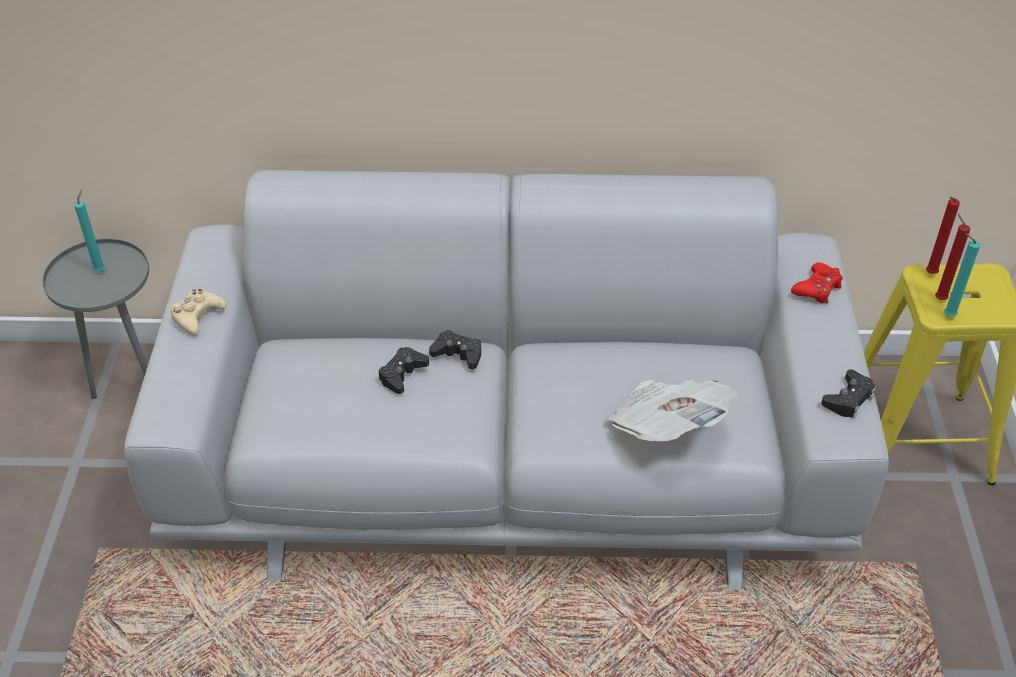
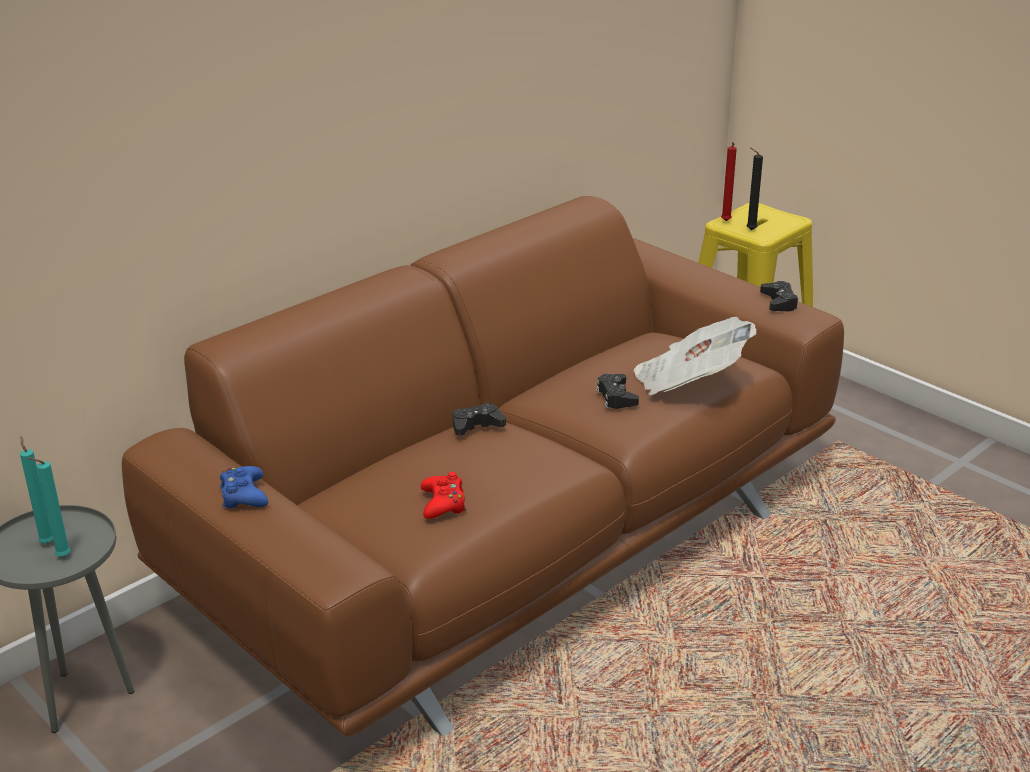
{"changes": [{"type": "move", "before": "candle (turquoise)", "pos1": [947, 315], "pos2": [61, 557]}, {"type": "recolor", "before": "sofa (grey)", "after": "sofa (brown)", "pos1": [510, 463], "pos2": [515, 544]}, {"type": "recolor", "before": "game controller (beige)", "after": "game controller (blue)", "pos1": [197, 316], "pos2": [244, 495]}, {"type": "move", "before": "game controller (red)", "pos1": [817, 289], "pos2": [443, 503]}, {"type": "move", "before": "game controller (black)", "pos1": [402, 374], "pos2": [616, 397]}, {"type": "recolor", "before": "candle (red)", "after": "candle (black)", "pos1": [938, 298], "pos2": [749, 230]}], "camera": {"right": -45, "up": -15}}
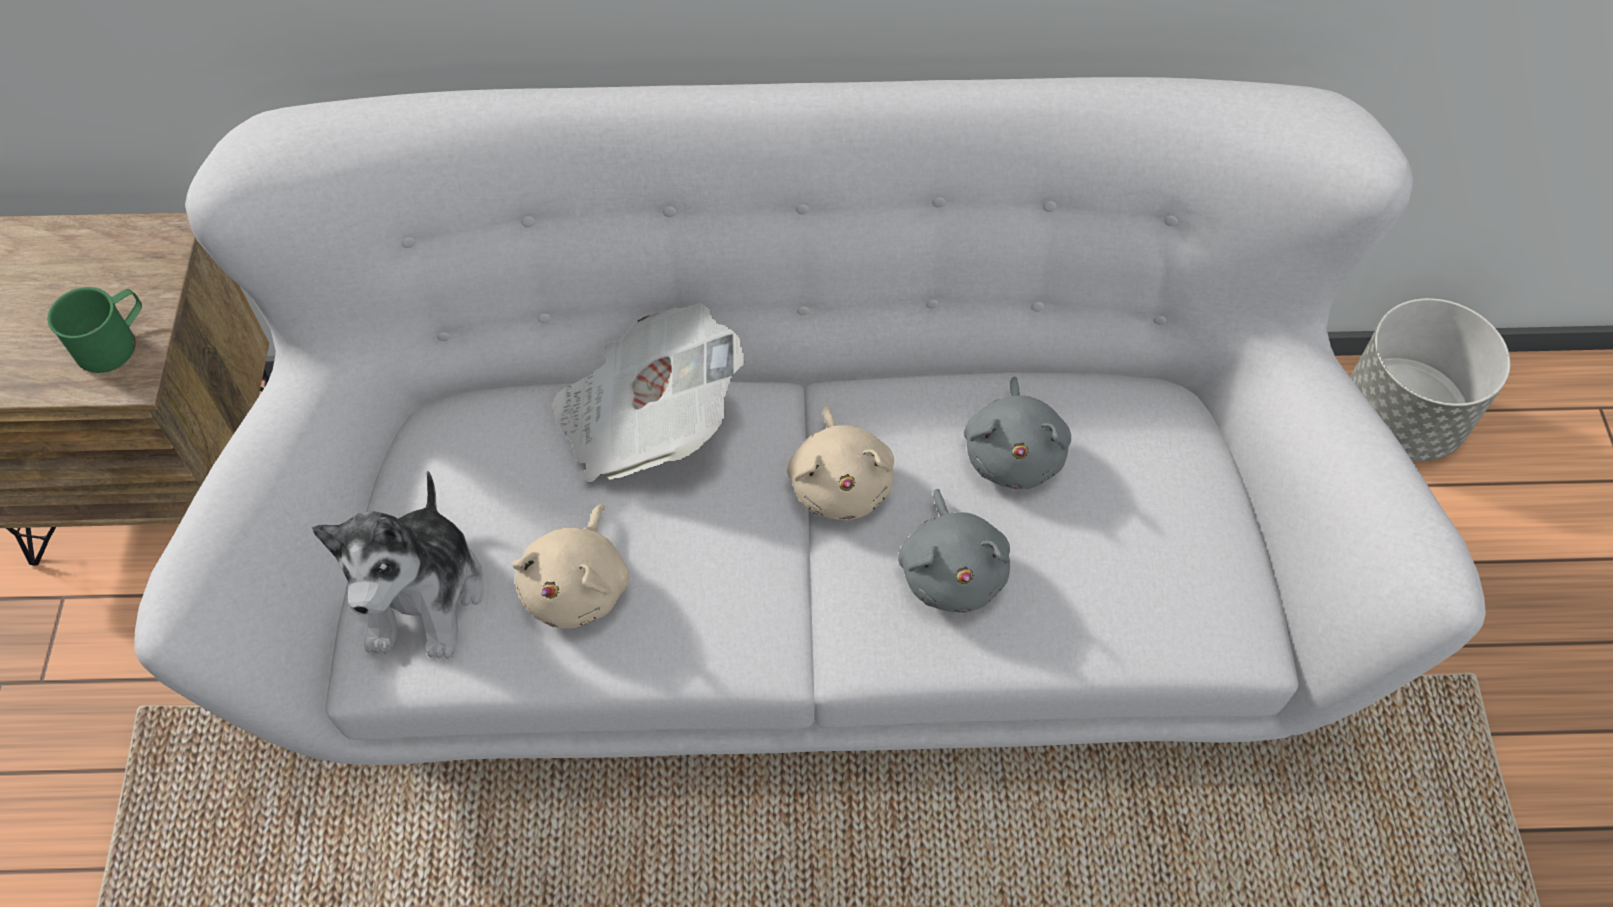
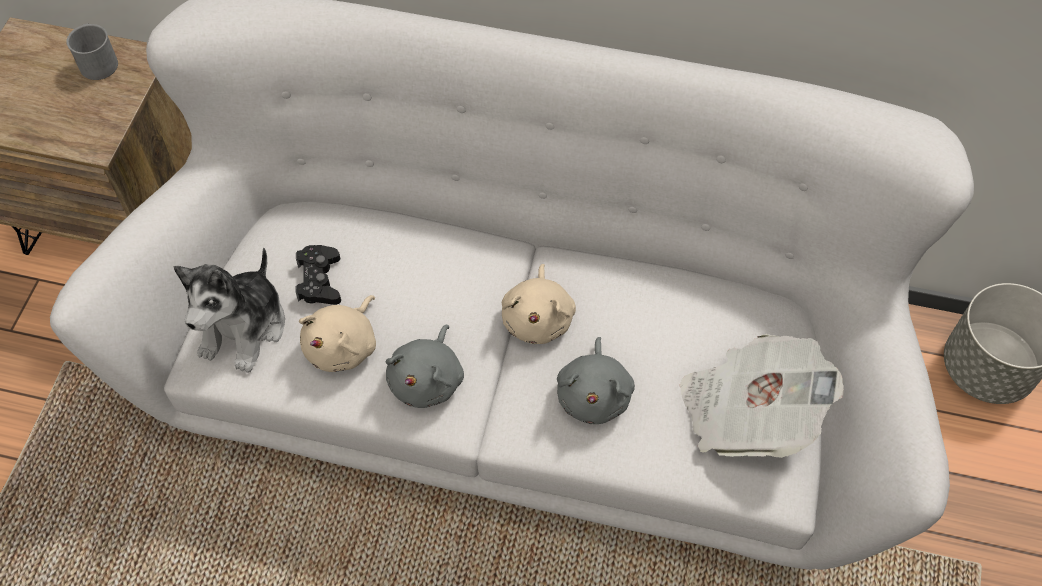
{"changes": [{"type": "insert", "after": "mug (grey)", "pos2": [98, 61]}, {"type": "insert", "after": "game controller (black)", "pos2": [319, 280]}, {"type": "move", "before": "plush toy (grey)", "pos1": [1014, 453], "pos2": [428, 379]}, {"type": "move", "before": "newspaper", "pos1": [647, 421], "pos2": [749, 412]}, {"type": "delete", "before": "mug (green)", "pos1": [114, 342]}], "camera": {"right": 15, "up": 0}}
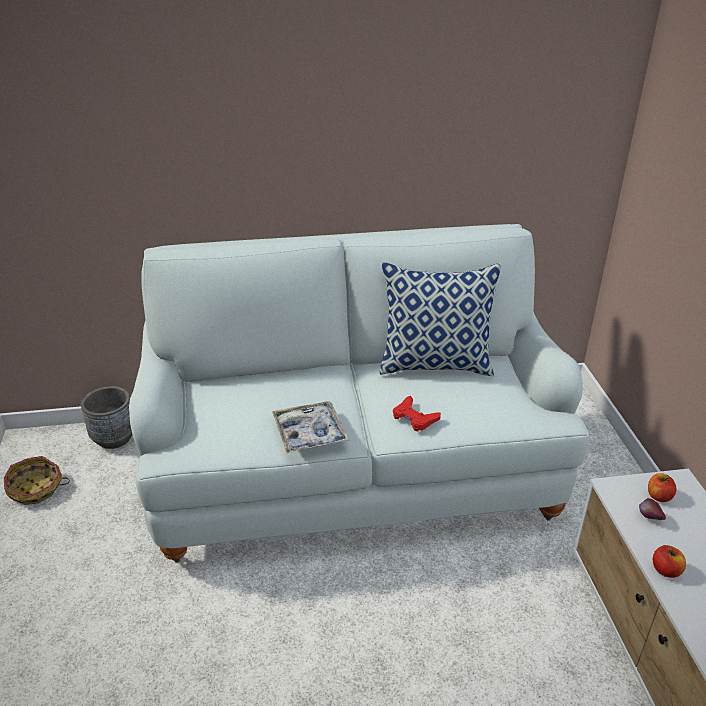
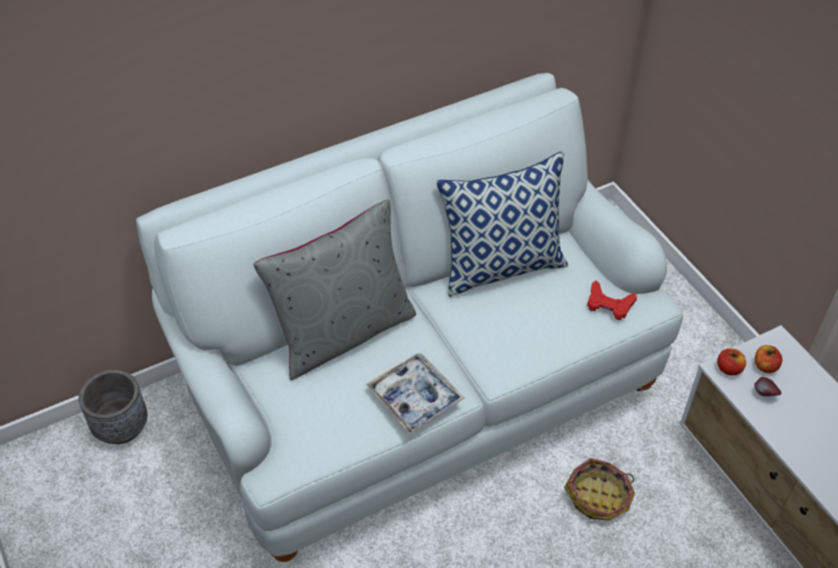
{"changes": [{"type": "insert", "after": "pillow (grey)", "pos2": [343, 332]}, {"type": "move", "before": "basket", "pos1": [36, 489], "pos2": [599, 497]}, {"type": "move", "before": "game controller (red)", "pos1": [414, 418], "pos2": [609, 304]}, {"type": "move", "before": "apple", "pos1": [666, 570], "pos2": [729, 369]}], "camera": {"right": -20, "up": 15}}
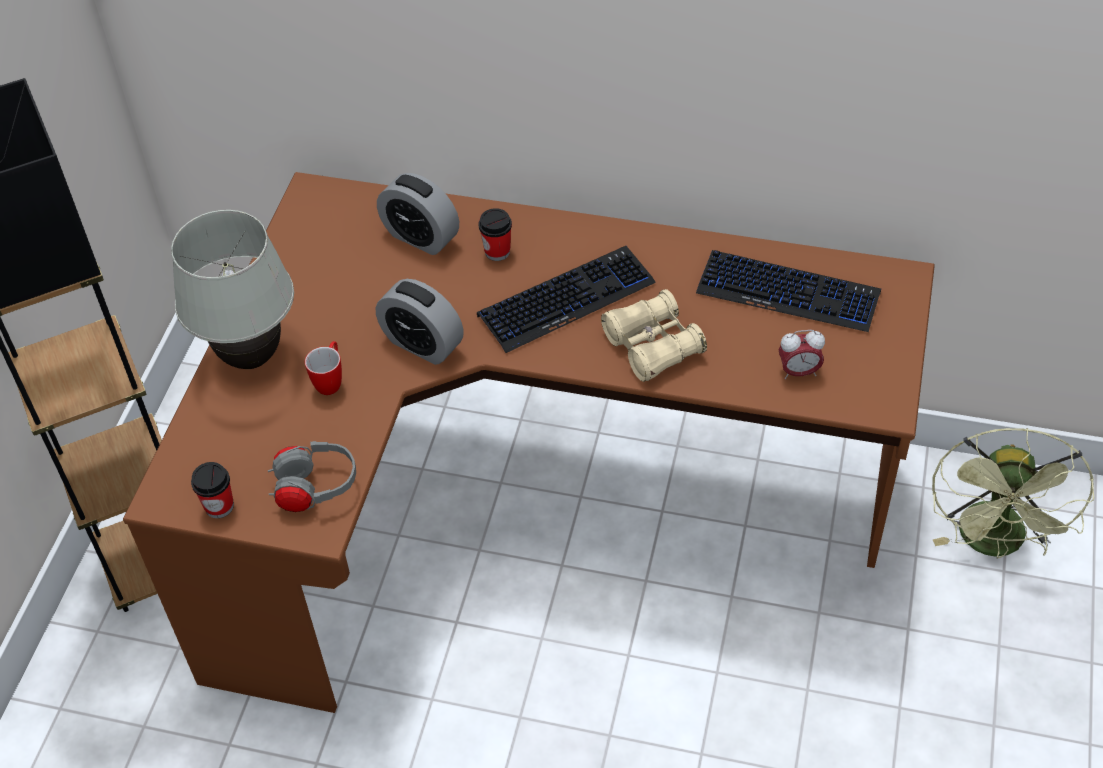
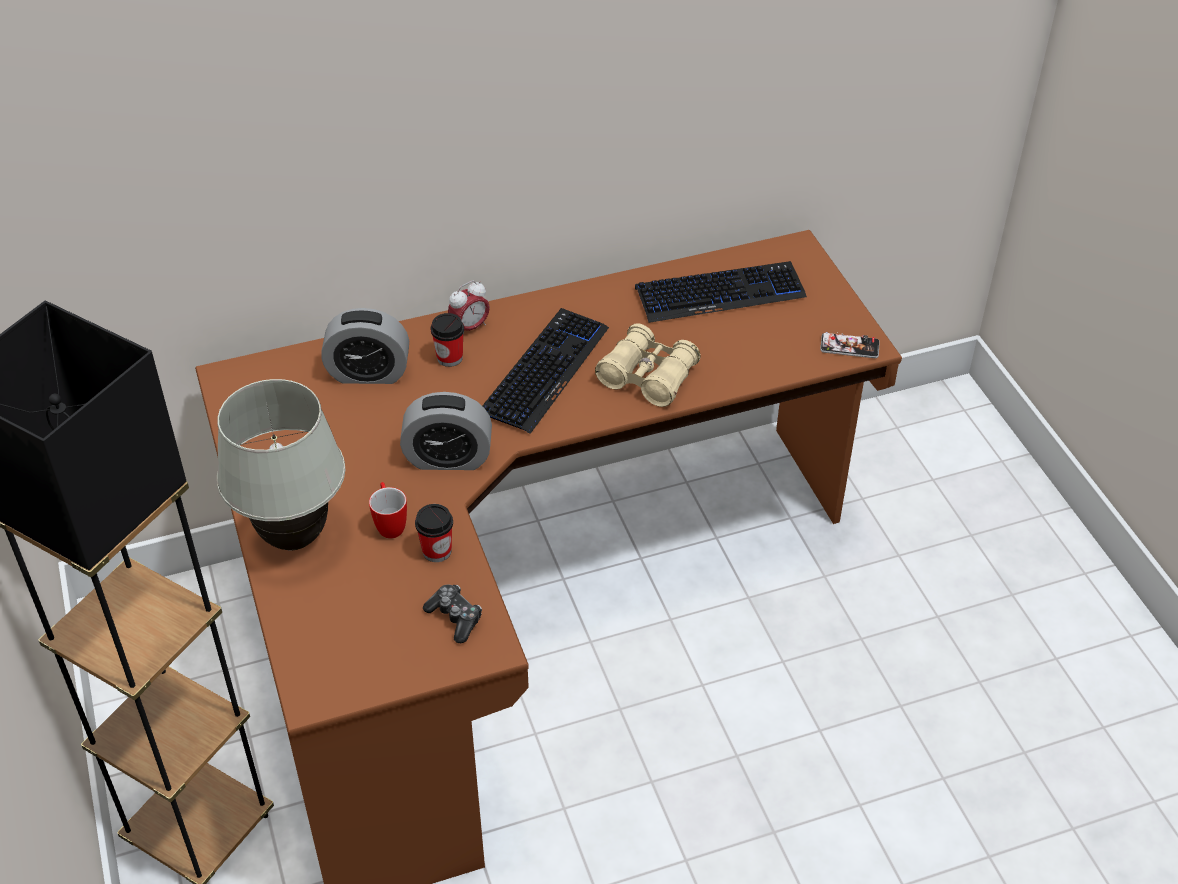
{"changes": [{"type": "move", "before": "cup", "pos1": [219, 506], "pos2": [437, 551]}, {"type": "replace", "before": "headphones (grey)", "after": "game controller", "pos1": [315, 489], "pos2": [455, 618]}, {"type": "move", "before": "alarm clock", "pos1": [798, 372], "pos2": [470, 327]}, {"type": "insert", "after": "phone", "pos2": [849, 346]}, {"type": "delete", "before": "fan (green)", "pos1": [995, 544]}], "camera": {"right": -35, "up": -5}}
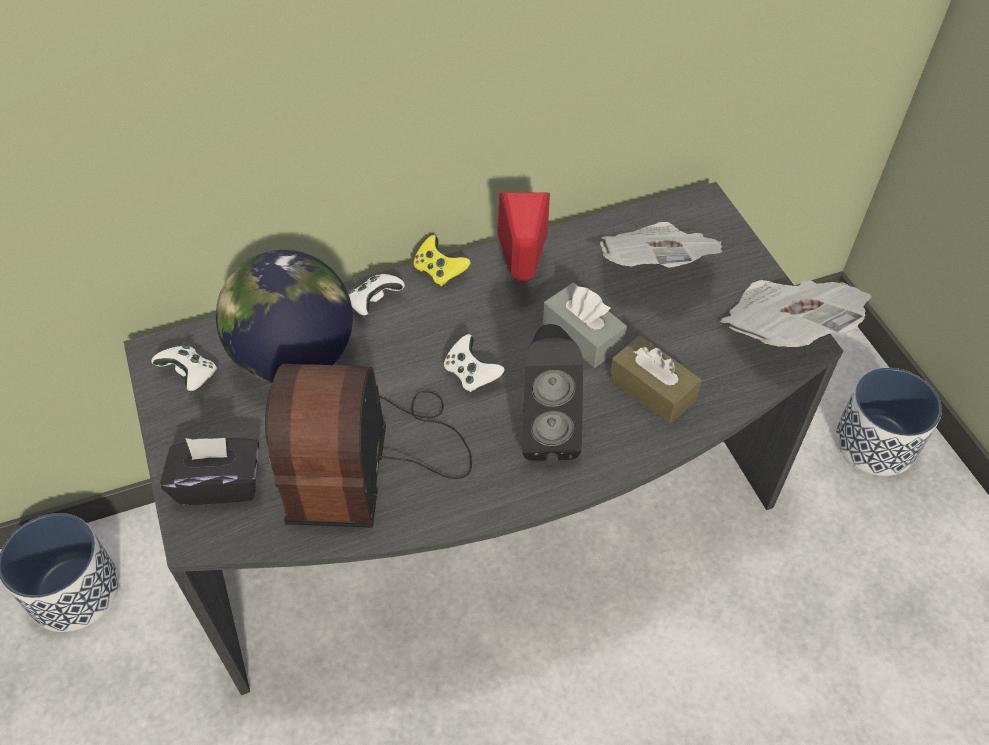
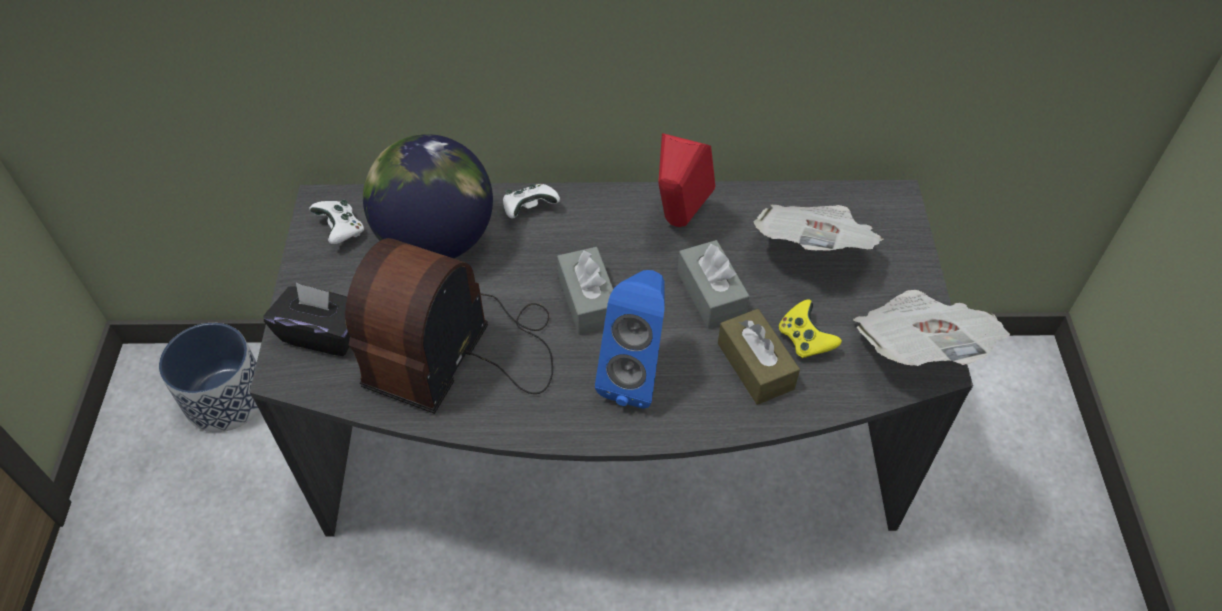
{"changes": [{"type": "replace", "before": "game controller (white)", "after": "tissue box (grey)", "pos1": [471, 374], "pos2": [588, 301]}, {"type": "recolor", "before": "speaker (black)", "after": "speaker (blue)", "pos1": [548, 430], "pos2": [635, 375]}, {"type": "move", "before": "game controller (yellow)", "pos1": [439, 271], "pos2": [804, 340]}, {"type": "delete", "before": "planter", "pos1": [875, 443]}], "camera": {"right": 20, "up": 0}}
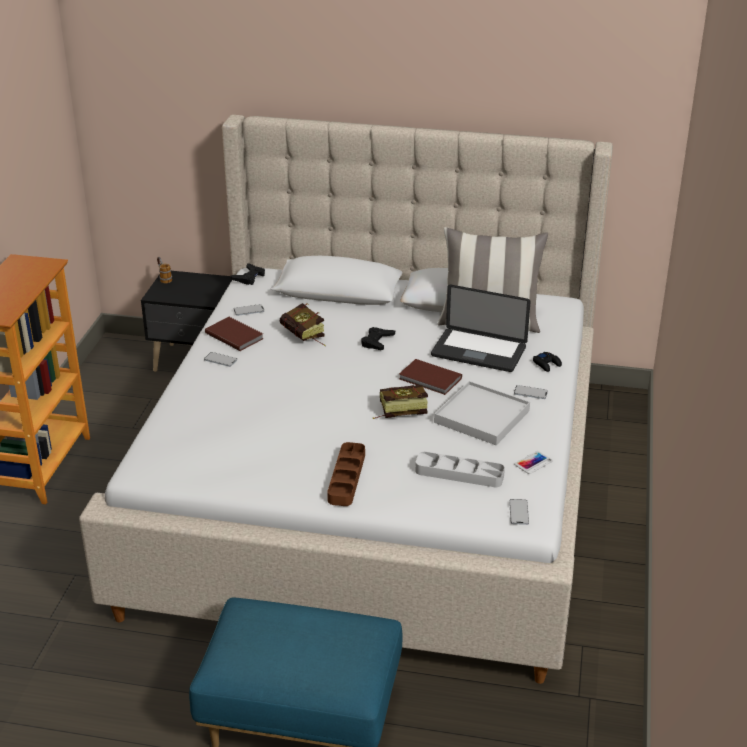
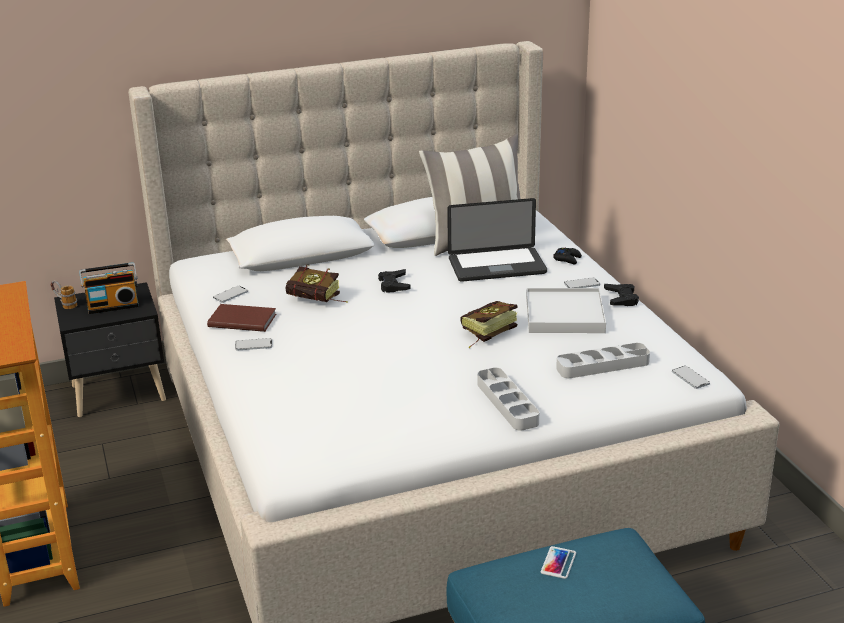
{"changes": [{"type": "insert", "after": "radio", "pos2": [113, 306]}, {"type": "recolor", "before": "tray (brown)", "after": "tray (grey)", "pos1": [346, 478], "pos2": [507, 403]}, {"type": "move", "before": "phone", "pos1": [533, 463], "pos2": [558, 563]}, {"type": "move", "before": "game controller (black)", "pos1": [249, 277], "pos2": [621, 298]}, {"type": "delete", "before": "book (brown)", "pos1": [430, 379]}], "camera": {"right": -30, "up": -5}}
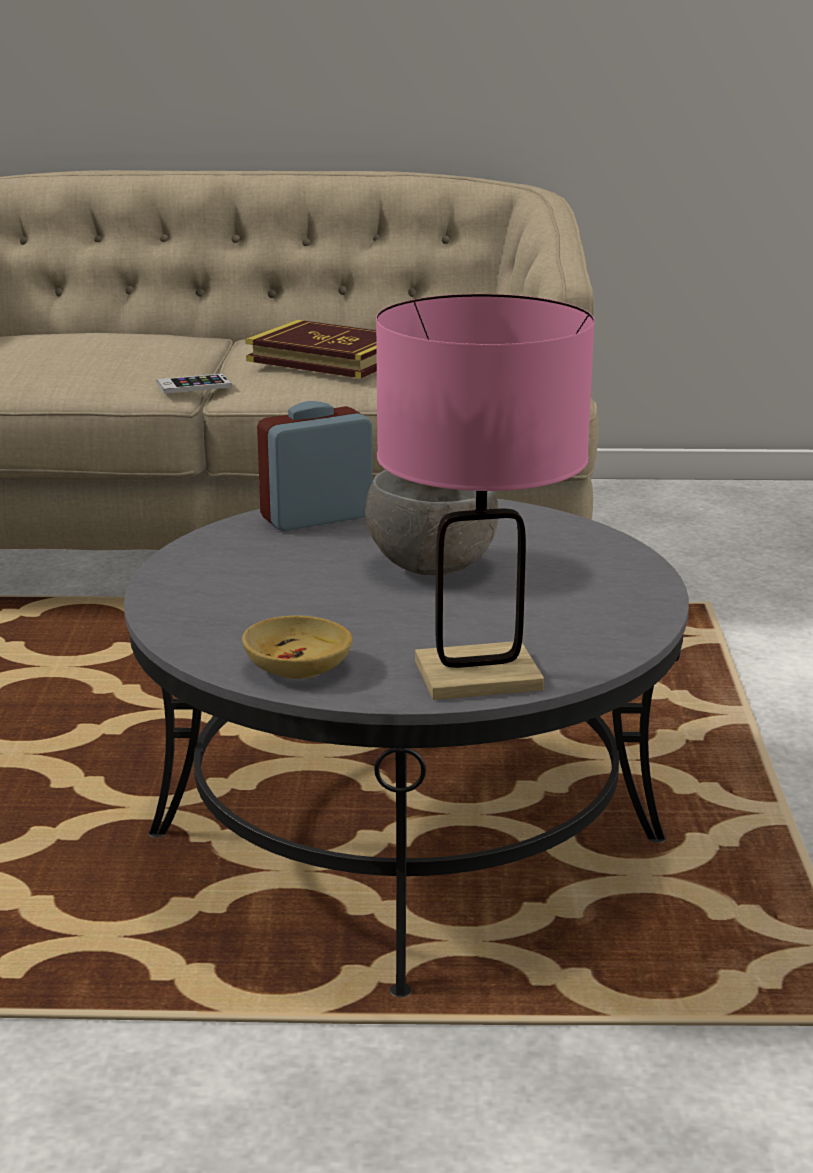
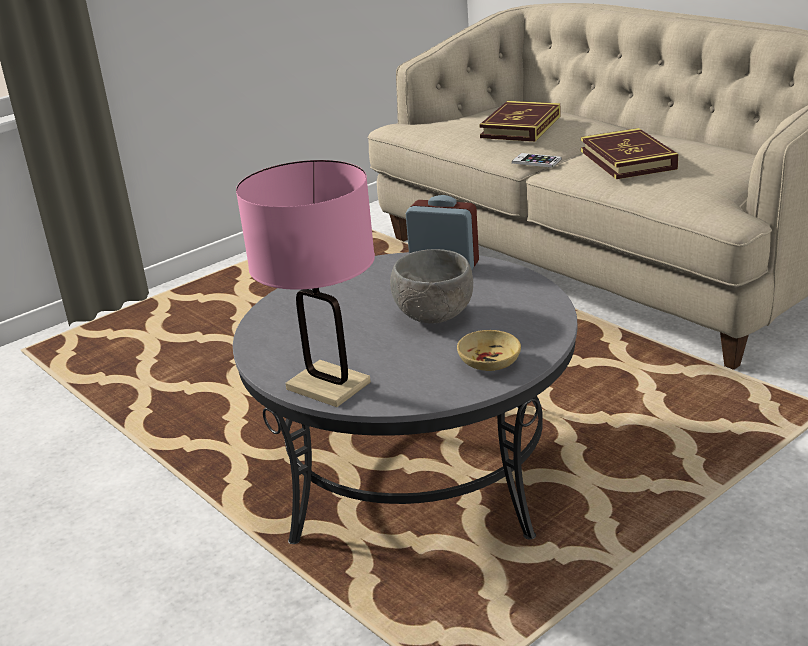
{"changes": [{"type": "move", "before": "bowl (beige)", "pos1": [298, 666], "pos2": [490, 362]}, {"type": "insert", "after": "book", "pos2": [521, 127]}], "camera": {"right": 50, "up": 5}}
